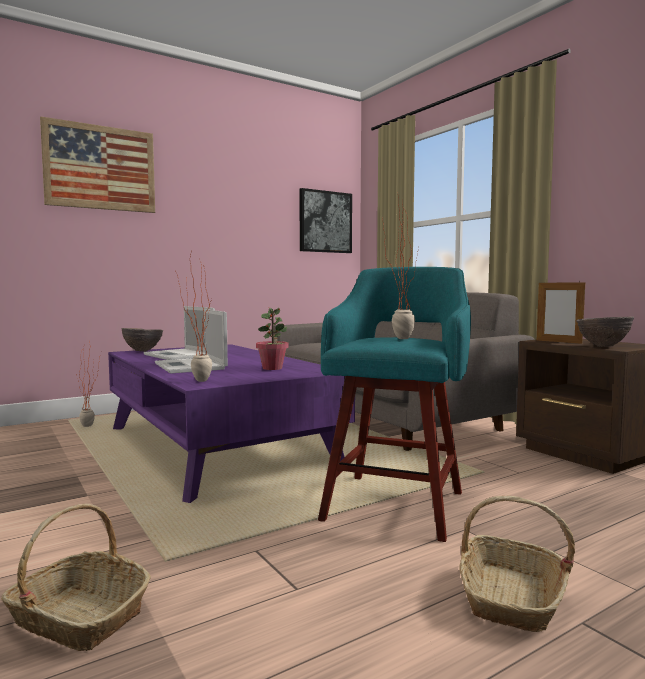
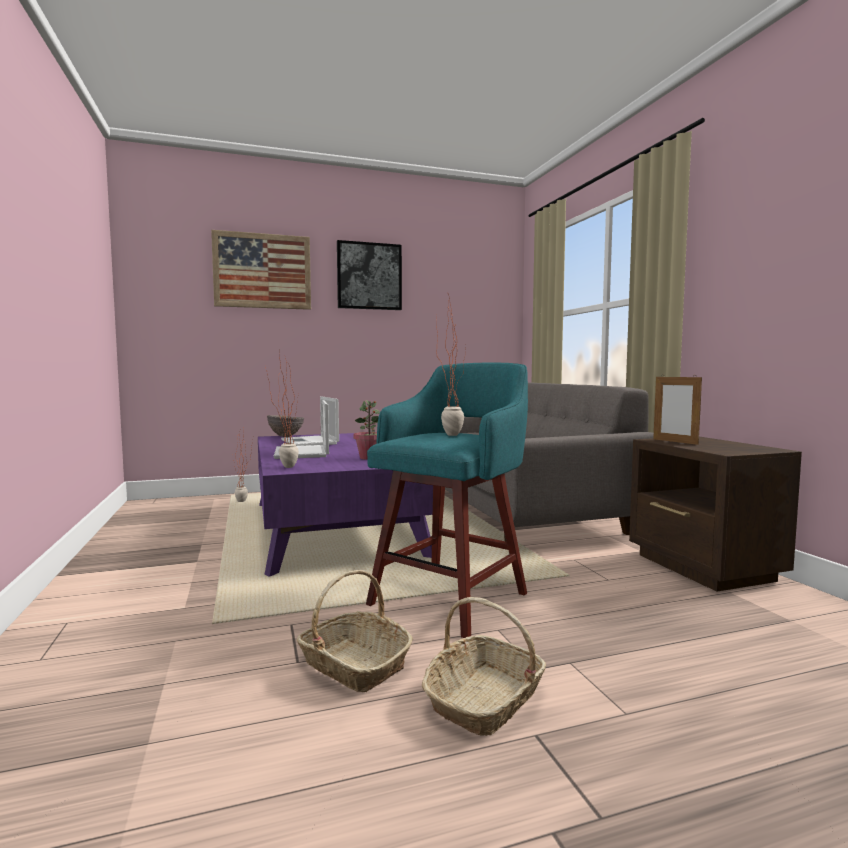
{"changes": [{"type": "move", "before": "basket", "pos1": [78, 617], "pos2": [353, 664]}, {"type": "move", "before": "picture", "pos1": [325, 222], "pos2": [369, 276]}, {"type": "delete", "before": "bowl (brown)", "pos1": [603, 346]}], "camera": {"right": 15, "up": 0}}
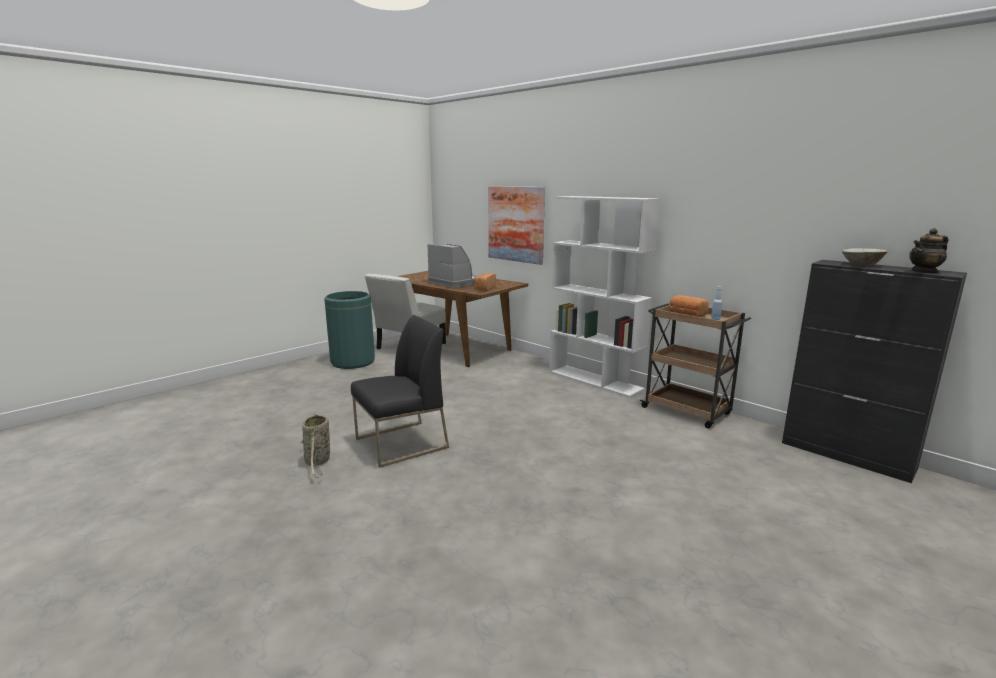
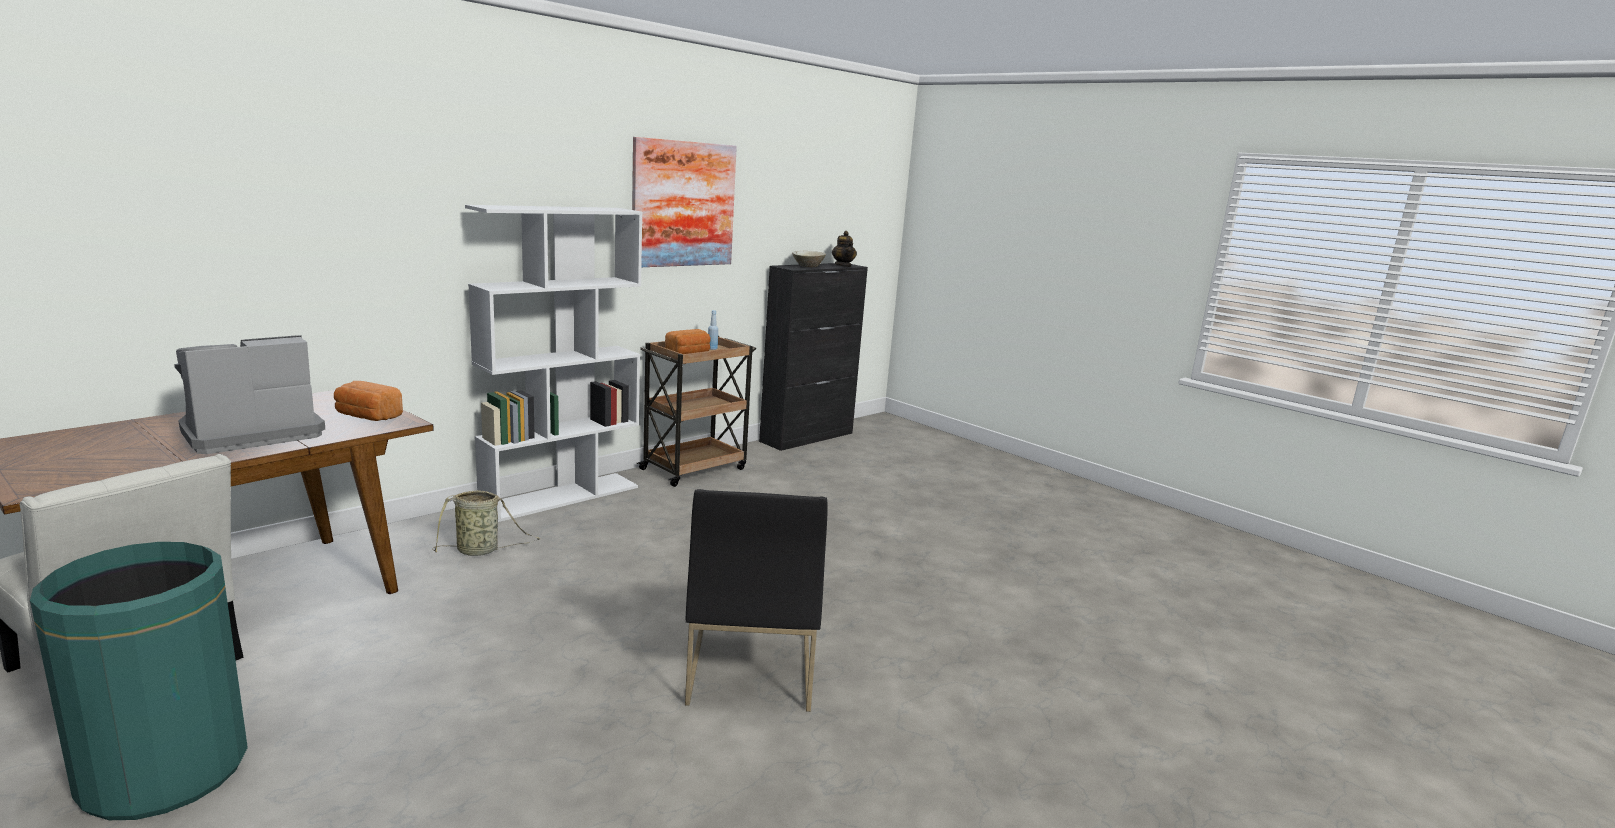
{"changes": [{"type": "move", "before": "basket", "pos1": [317, 462], "pos2": [481, 550]}, {"type": "move", "before": "picture", "pos1": [516, 224], "pos2": [683, 204]}, {"type": "rotate", "before": "chair (black)", "pos1": [401, 444], "pos2": [749, 668], "turn": -150}], "camera": {"right": -90, "up": 0}}
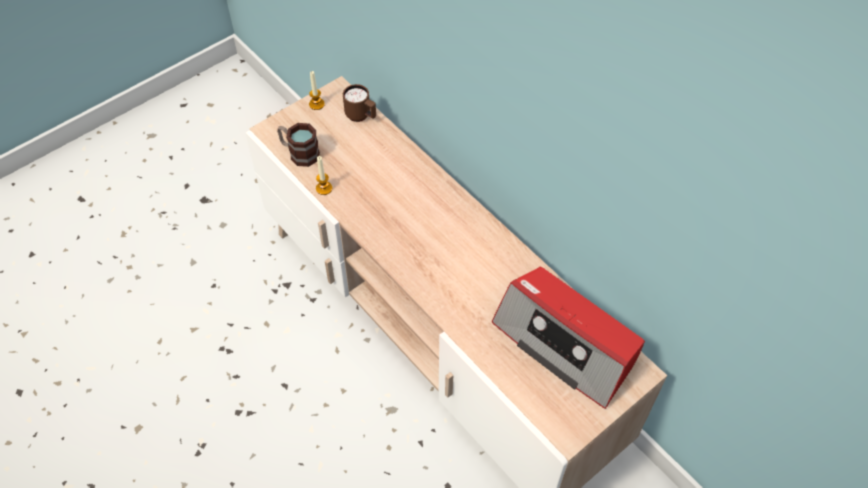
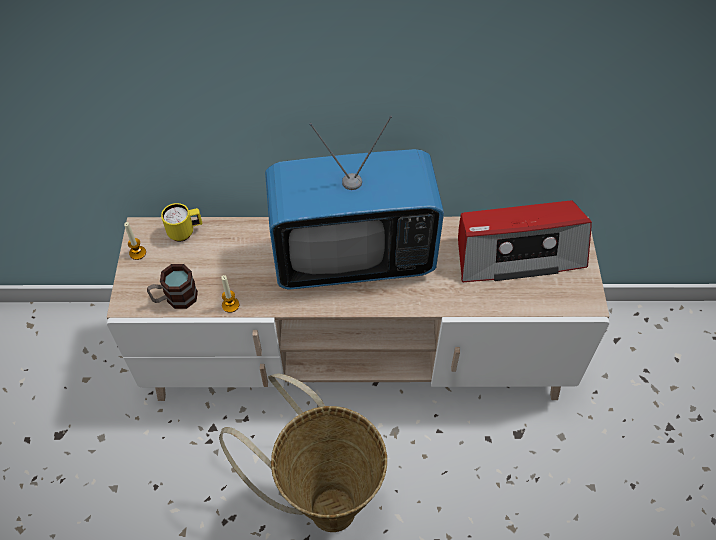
{"changes": [{"type": "recolor", "before": "mug (brown)", "after": "mug (yellow)", "pos1": [361, 116], "pos2": [185, 232]}, {"type": "insert", "after": "basket", "pos2": [323, 502]}, {"type": "insert", "after": "television", "pos2": [353, 257]}], "camera": {"right": -50, "up": 0}}
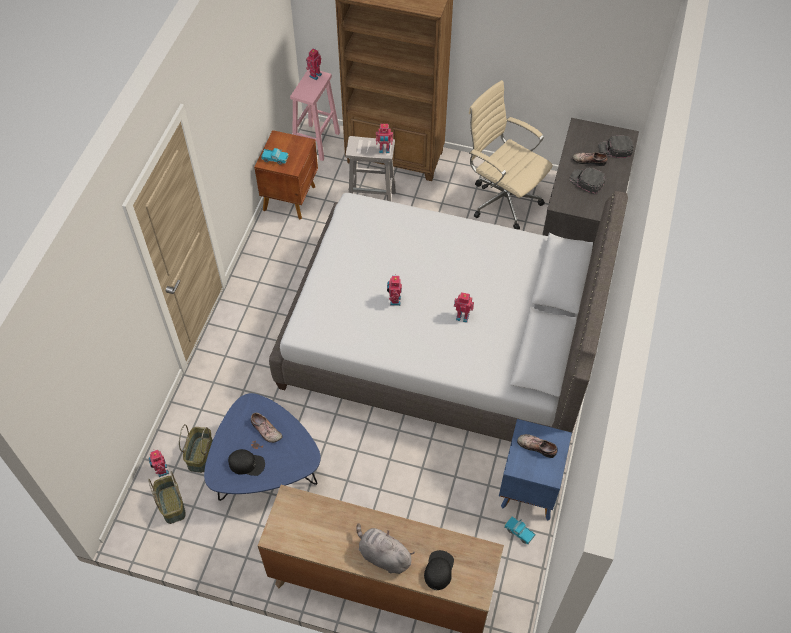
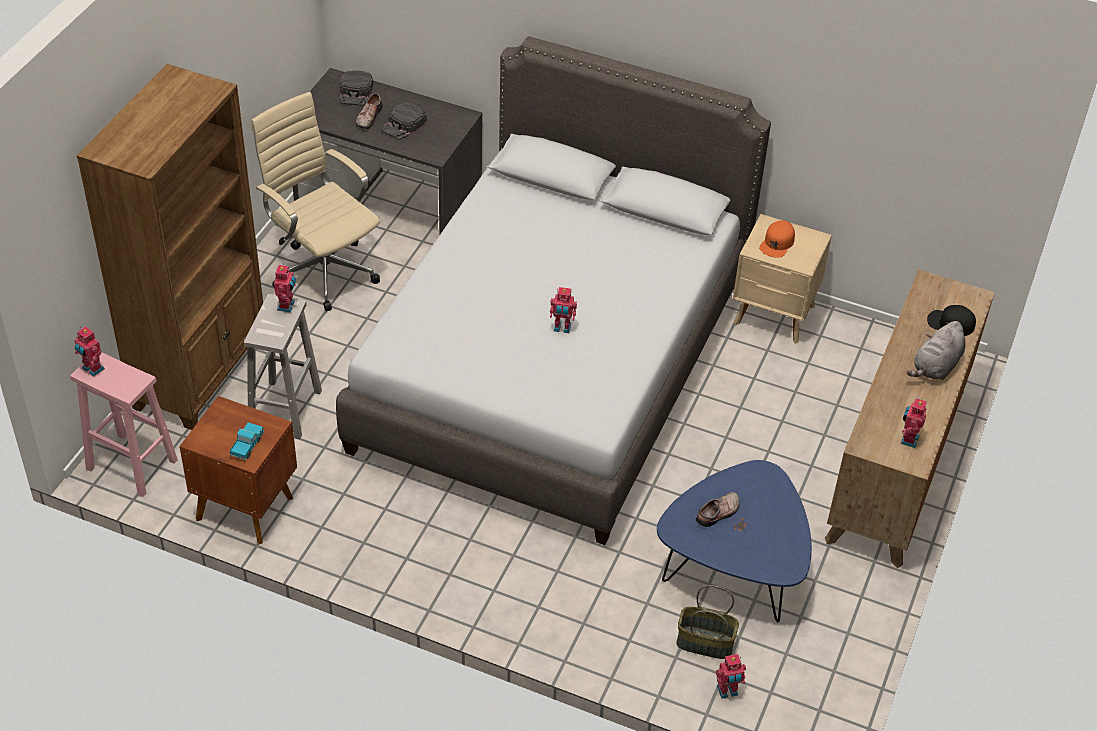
{"changes": [{"type": "rotate", "before": "office chair (beige)", "pos1": [502, 200], "pos2": [322, 270], "turn": 90}, {"type": "recolor", "before": "nightstand (blue)", "after": "nightstand (beige)", "pos1": [529, 489], "pos2": [774, 316]}, {"type": "replace", "before": "shoe", "after": "cap (orange)", "pos1": [537, 446], "pos2": [777, 243]}, {"type": "move", "before": "toy robot", "pos1": [462, 316], "pos2": [908, 439]}, {"type": "delete", "before": "basket", "pos1": [172, 505]}, {"type": "delete", "before": "cap (black)", "pos1": [247, 464]}, {"type": "delete", "before": "toy truck", "pos1": [519, 532]}], "camera": {"right": -85, "up": -10}}
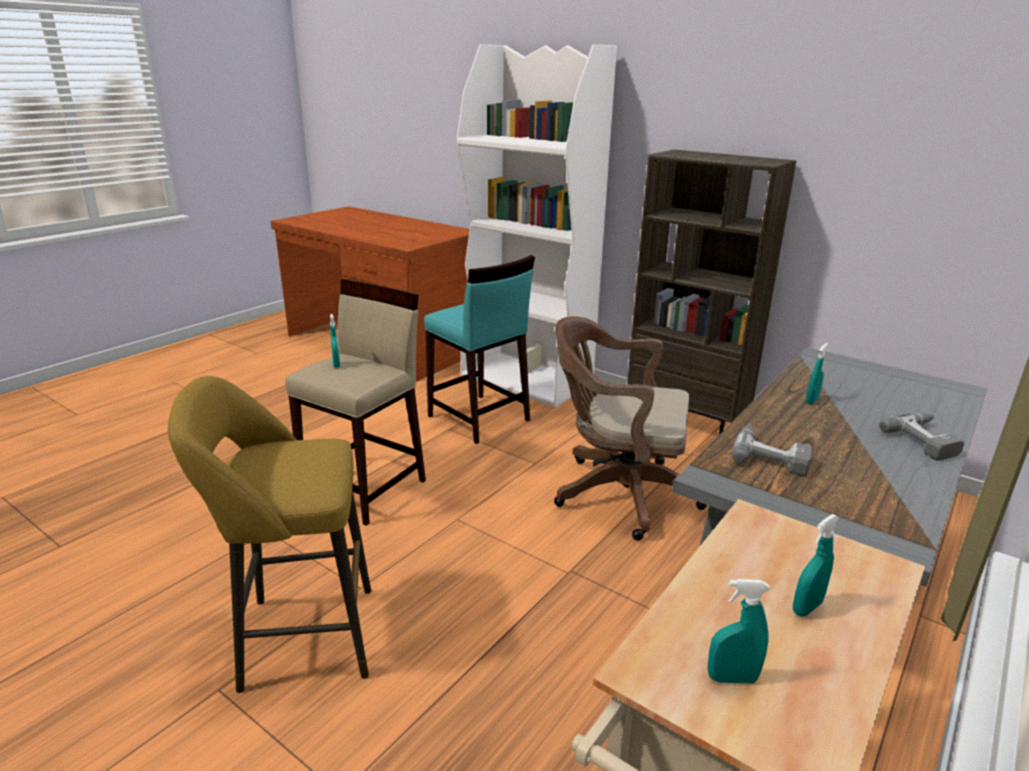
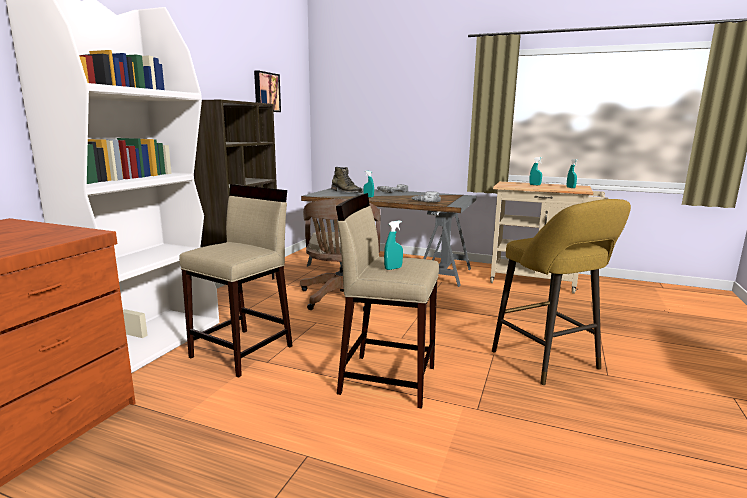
{"changes": [{"type": "recolor", "before": "stool (turquoise)", "after": "stool (beige)", "pos1": [478, 419], "pos2": [243, 351]}, {"type": "insert", "after": "picture", "pos2": [266, 92]}, {"type": "insert", "after": "boot (green)", "pos2": [346, 192]}], "camera": {"right": -105, "up": -10}}
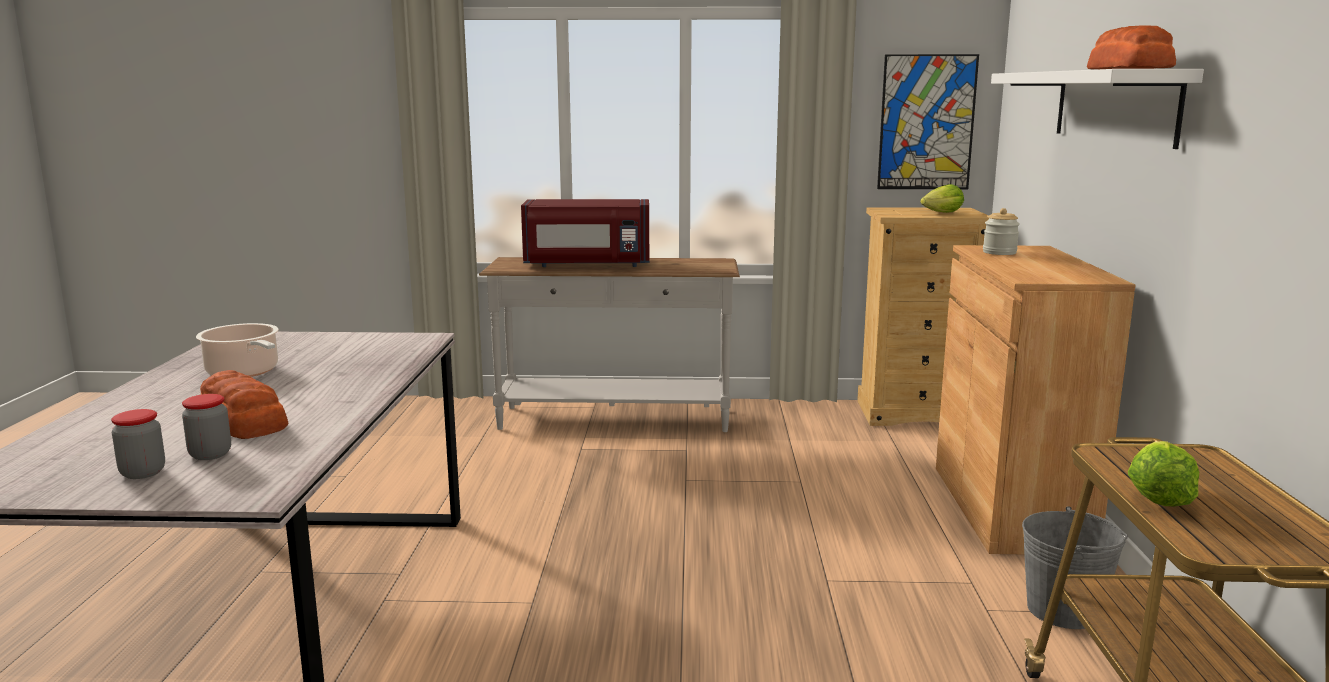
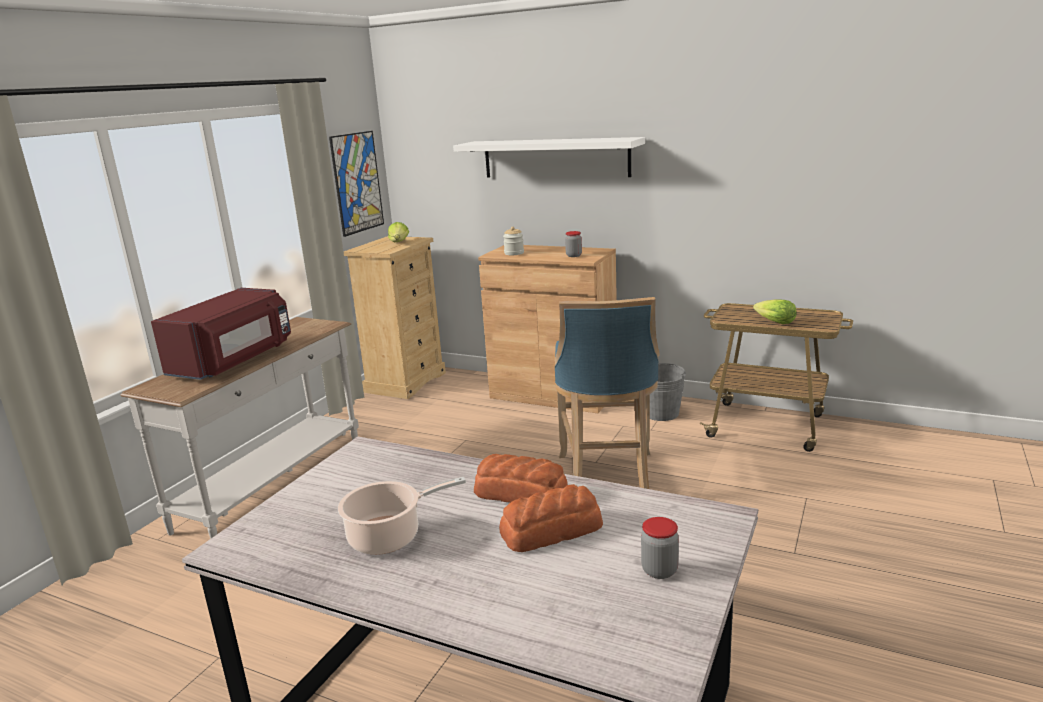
{"changes": [{"type": "move", "before": "bread", "pos1": [1128, 69], "pos2": [520, 492]}, {"type": "insert", "after": "stool (blue)", "pos2": [607, 481]}, {"type": "move", "before": "jar", "pos1": [210, 454], "pos2": [574, 255]}], "camera": {"right": -65, "up": 5}}
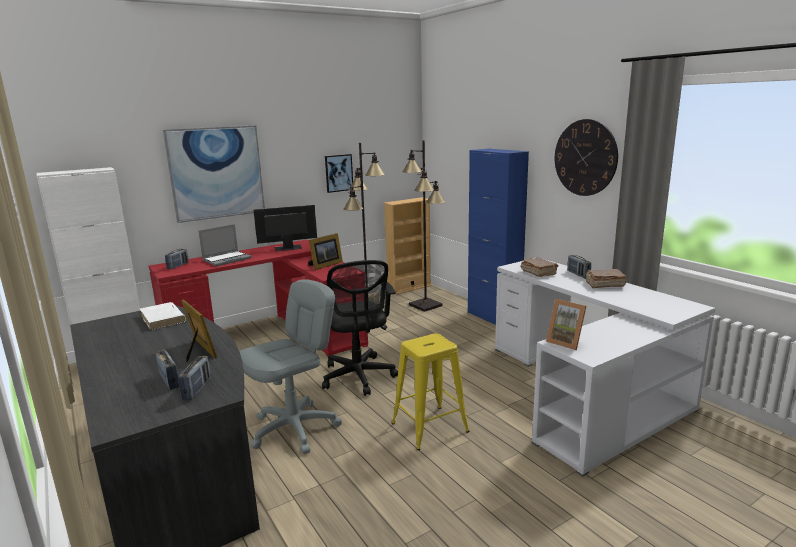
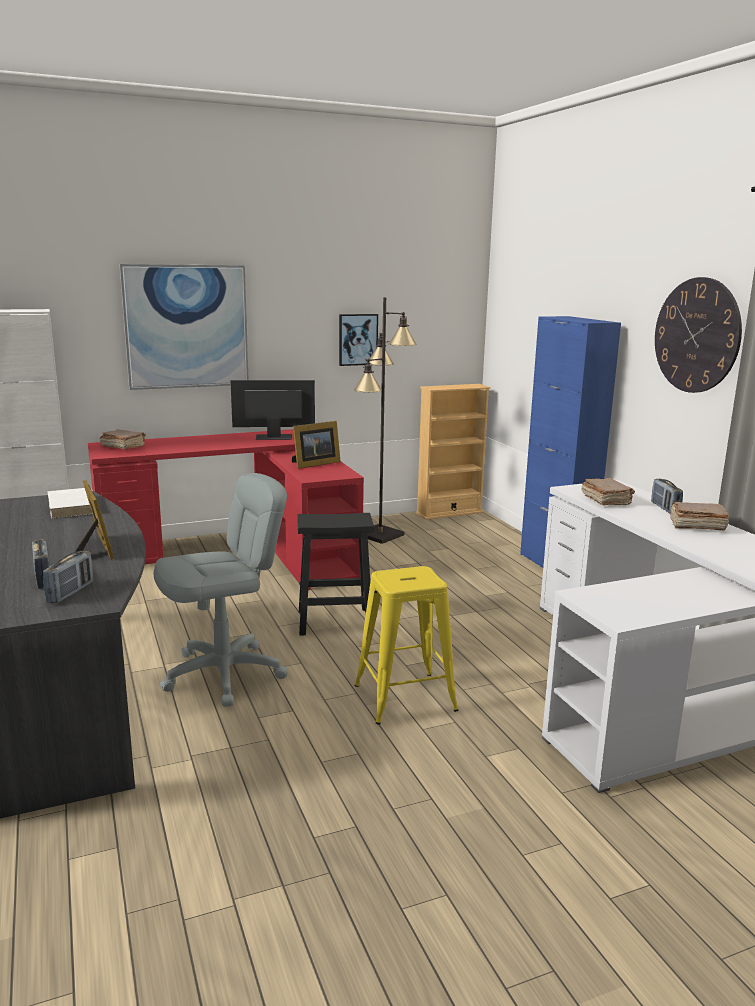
{"changes": [{"type": "replace", "before": "radio", "after": "book (brown)", "pos1": [178, 266], "pos2": [123, 447]}, {"type": "replace", "before": "office chair (black)", "after": "stool (black)", "pos1": [358, 377], "pos2": [333, 621]}, {"type": "delete", "before": "laptop", "pos1": [227, 259]}, {"type": "delete", "before": "floor lamp (black)", "pos1": [425, 305]}, {"type": "delete", "before": "picture frame", "pos1": [566, 342]}], "camera": {"right": 10, "up": 0}}
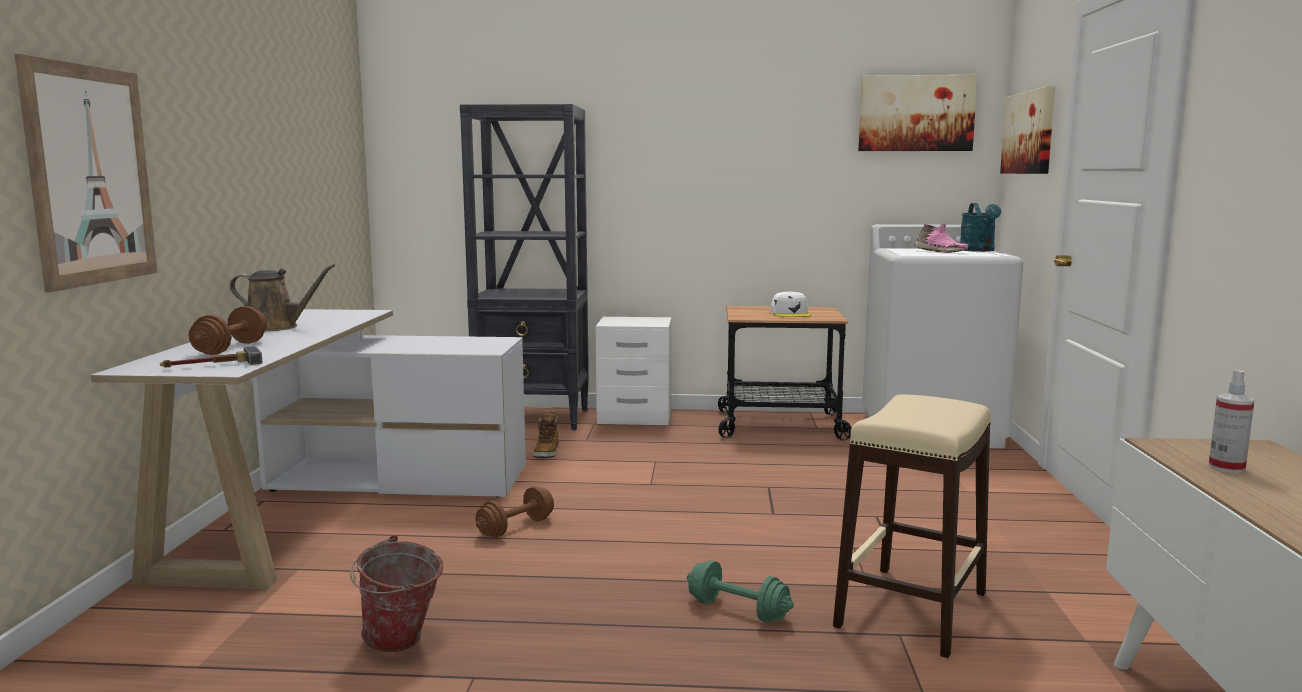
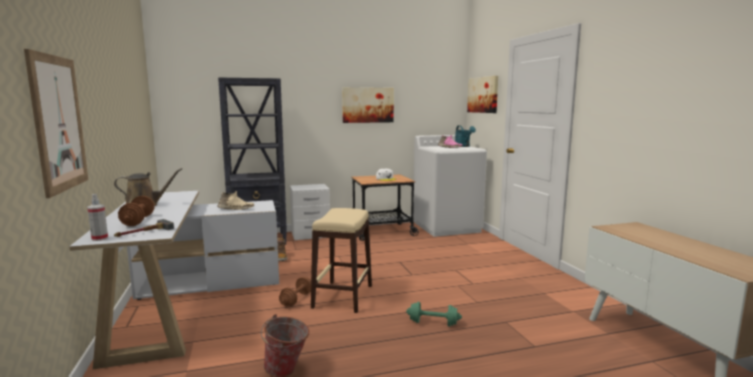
{"changes": [{"type": "move", "before": "spray bottle", "pos1": [1226, 468], "pos2": [99, 238]}, {"type": "insert", "after": "shoe (beige)", "pos2": [236, 209]}, {"type": "move", "before": "stool (beige)", "pos1": [913, 609], "pos2": [343, 296]}, {"type": "move", "before": "picture", "pos1": [916, 113], "pos2": [367, 105]}], "camera": {"right": -20, "up": 0}}
